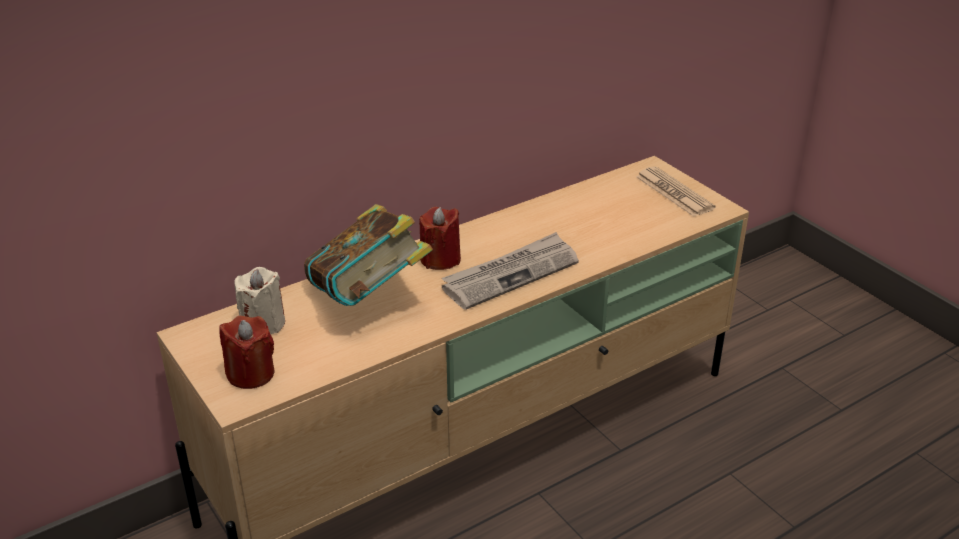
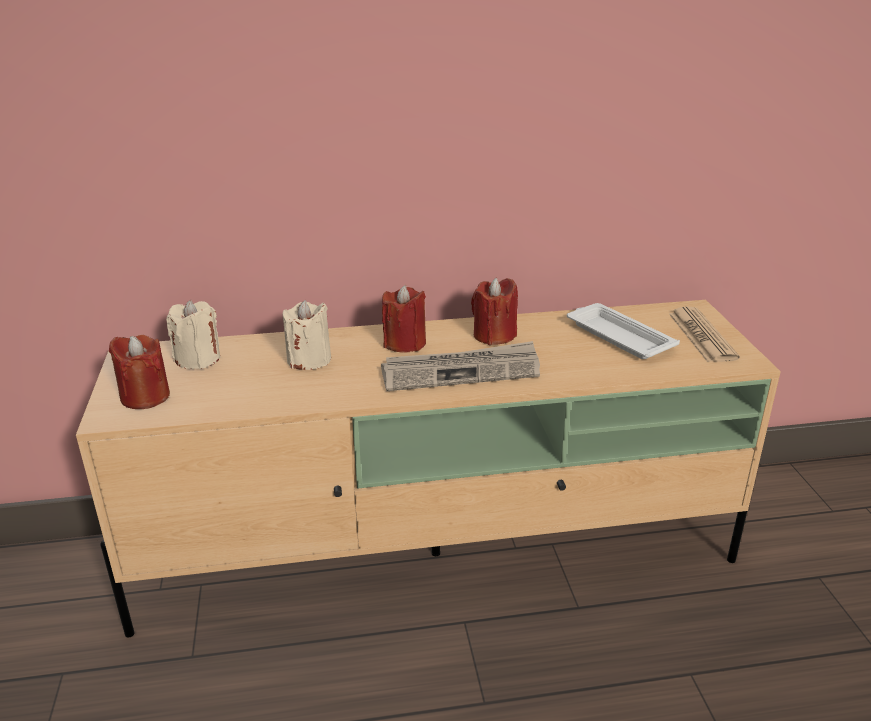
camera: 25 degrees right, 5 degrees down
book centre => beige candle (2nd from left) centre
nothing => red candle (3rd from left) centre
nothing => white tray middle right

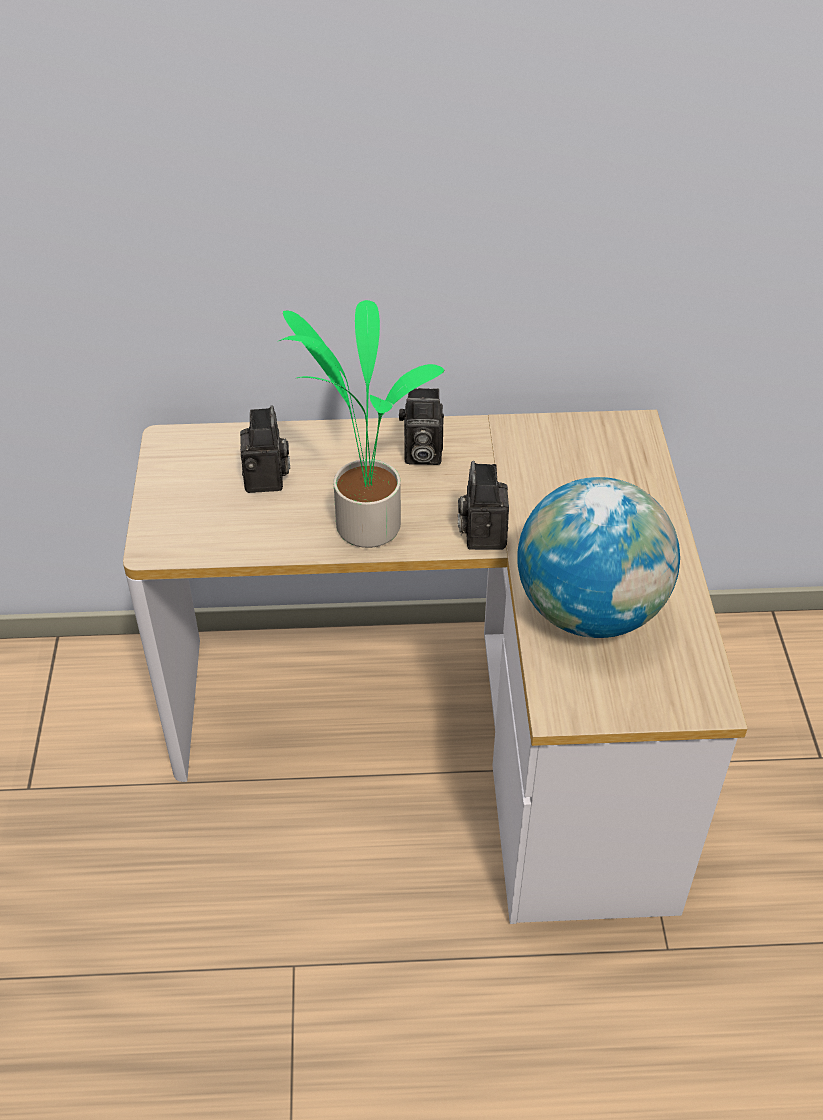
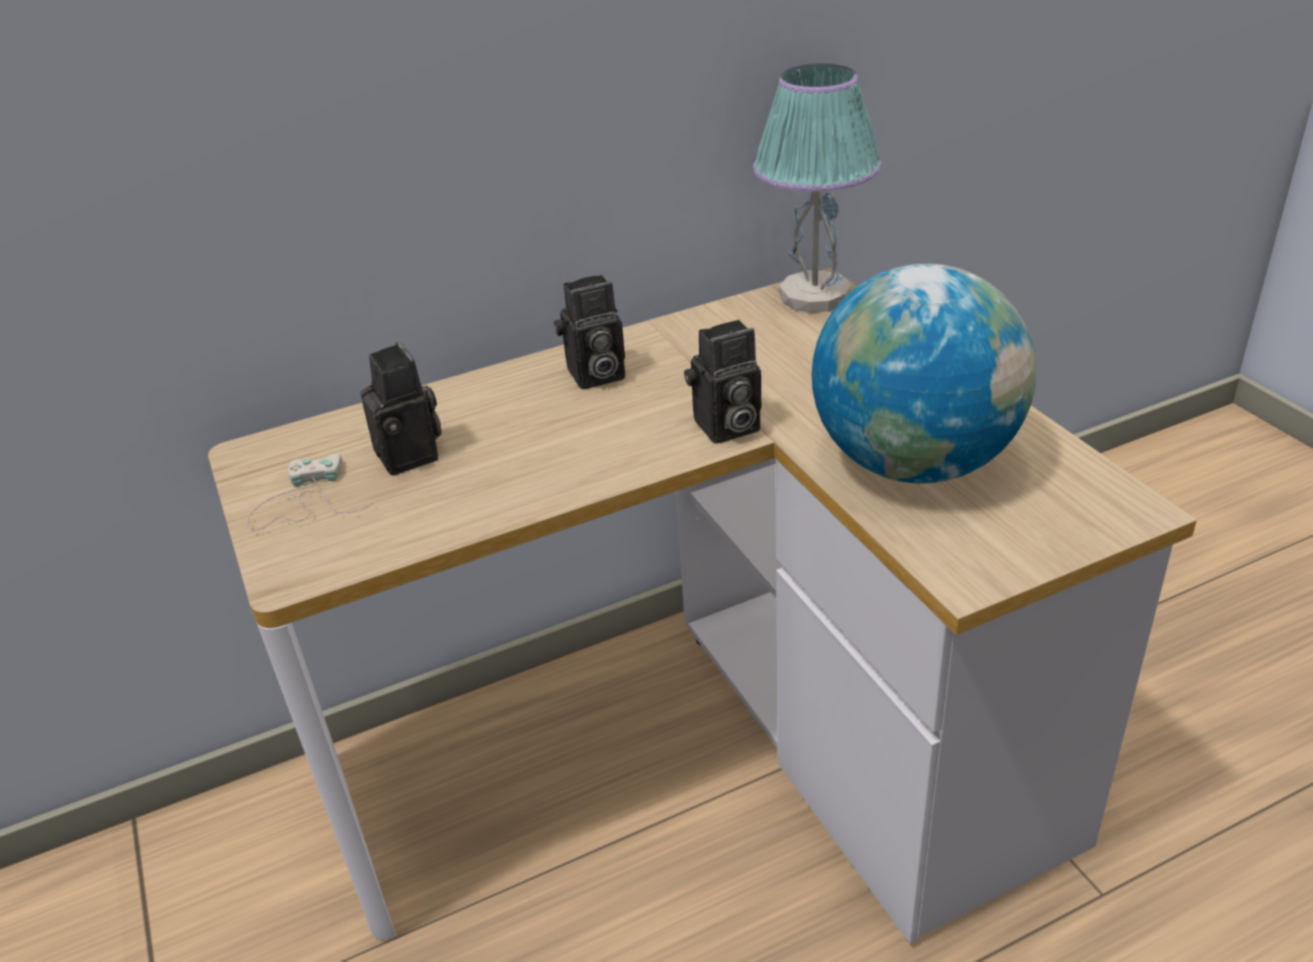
camera: 20 degrees left, 10 degrees down
nothing => white game controller middle left
photo camera (3rd from left) centre, 90 degrees counterclockwise
nothing => table lamp top centre
potted plant centre => nothing

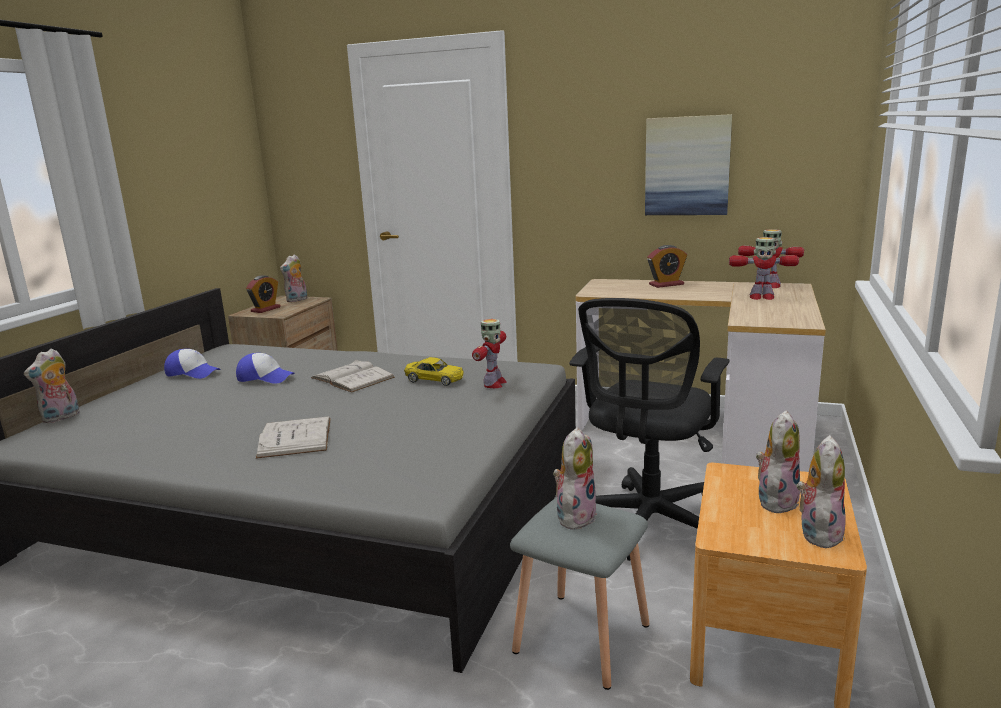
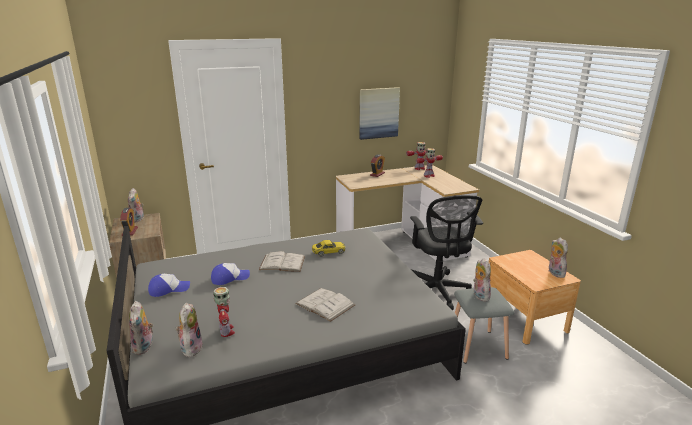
camera: 40 degrees left, 5 degrees up
plush toy (4th from left in the first image) middle right => plush toy (3rd from left) bottom left, move
toy robot (1st from left) centre => toy robot (1st from left) bottom left, move

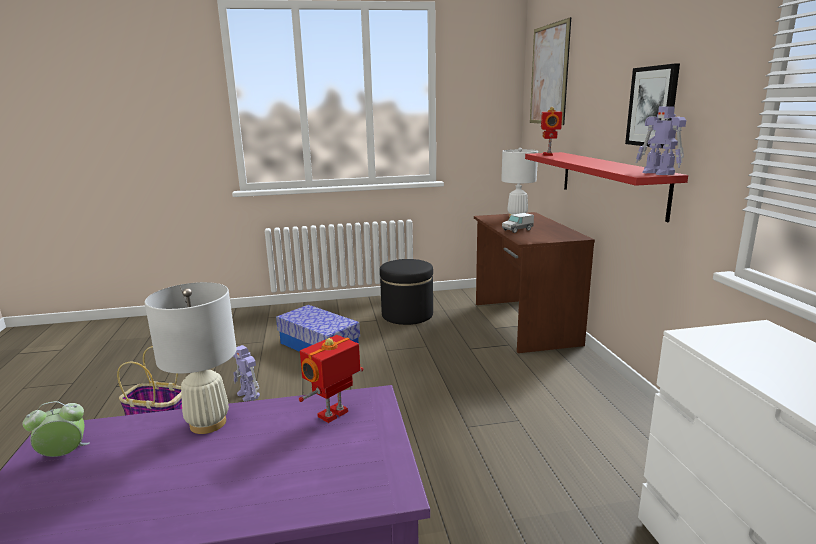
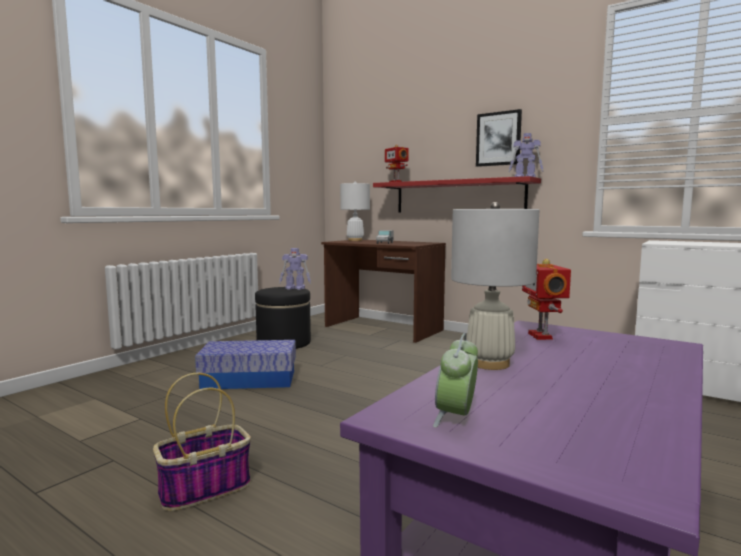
camera: 45 degrees left, 10 degrees down
toy robot (1st from left) bottom left => toy robot (1st from left) centre, move
picture (1st from left) top right => nothing

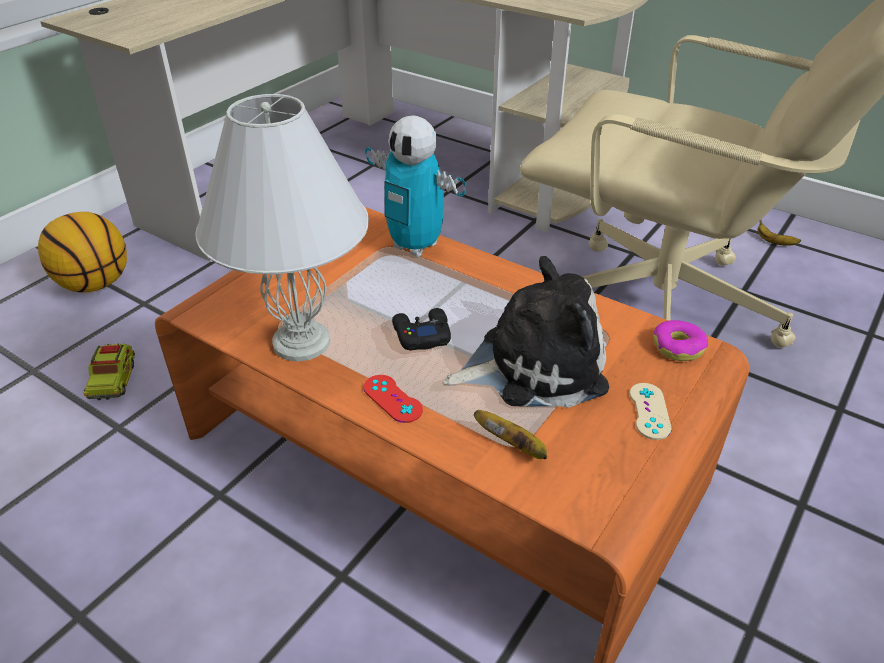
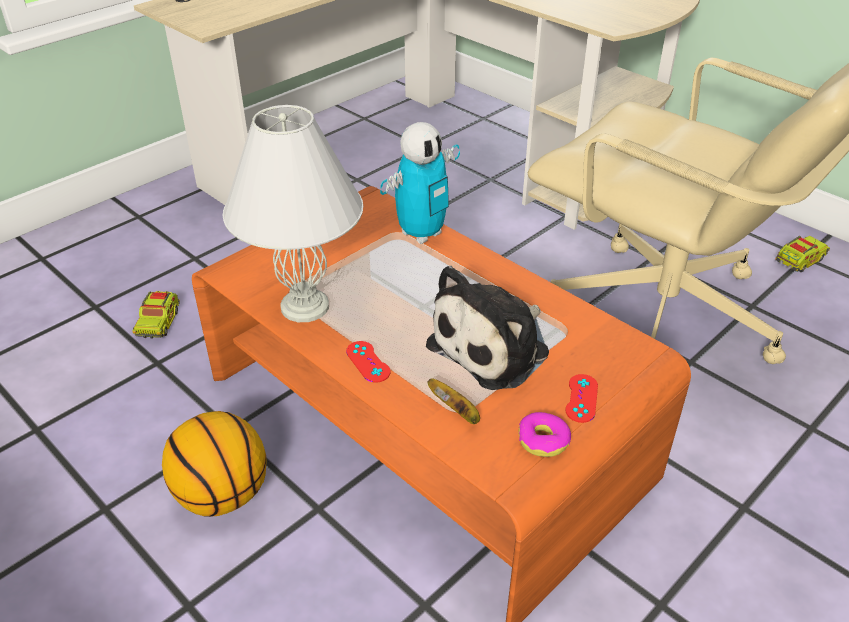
camera: 10 degrees right, 0 degrees up
basketball middle left => basketball bottom left, move
toy robot top centre, 90 degrees counterclockwise
plush toy centre, 135 degrees clockwise
donut middle right => donut bottom centre, move
beige game controller middle right => red game controller (2nd from left) middle right
banana (2nd from left) middle right => toy truck (2nd from left) middle right
black game controller centre => nothing

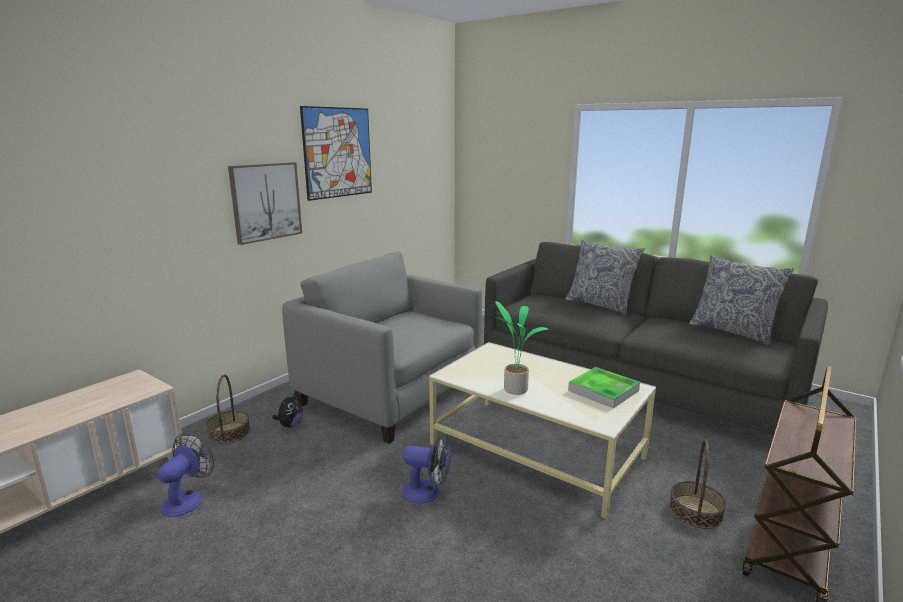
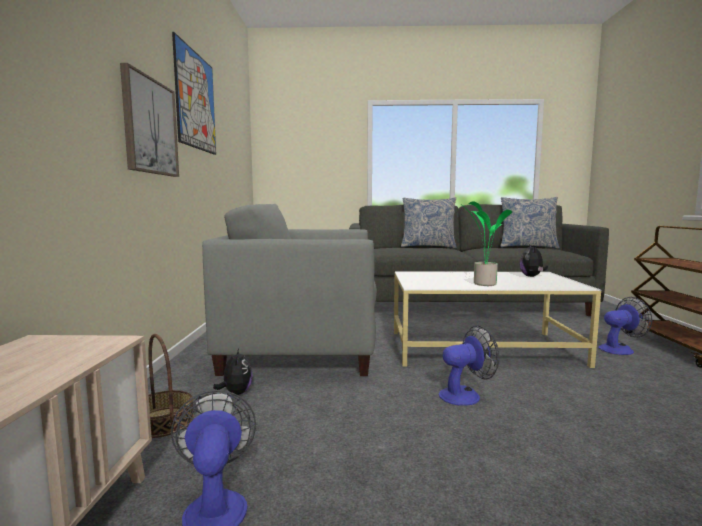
camera: 35 degrees left, 10 degrees down
tray middle right => plush toy (2nd from left) middle right
basket (2nd from left) bottom right => fan (3rd from left) middle right

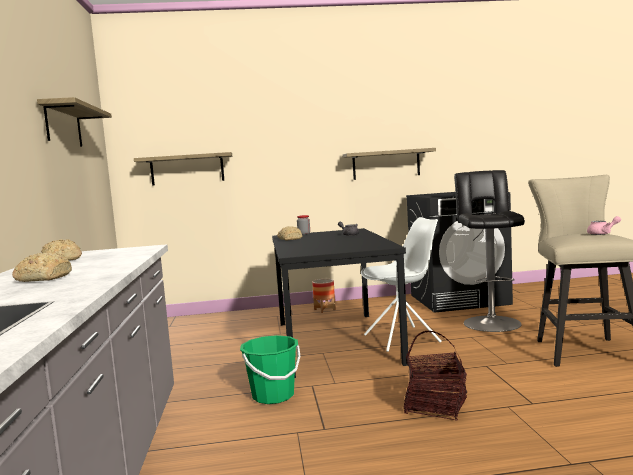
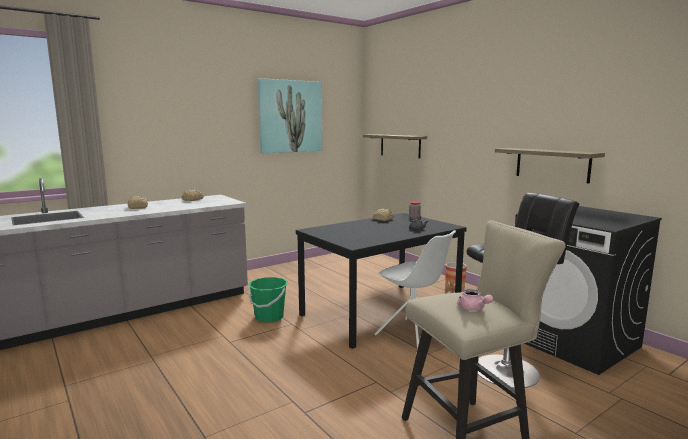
camera: 60 degrees right, 5 degrees up
shelf (1st from left) top left => picture top centre
basket bottom right => nothing

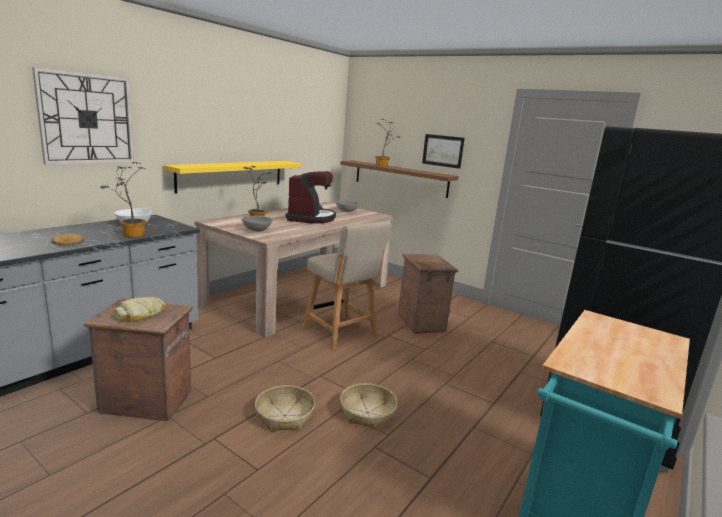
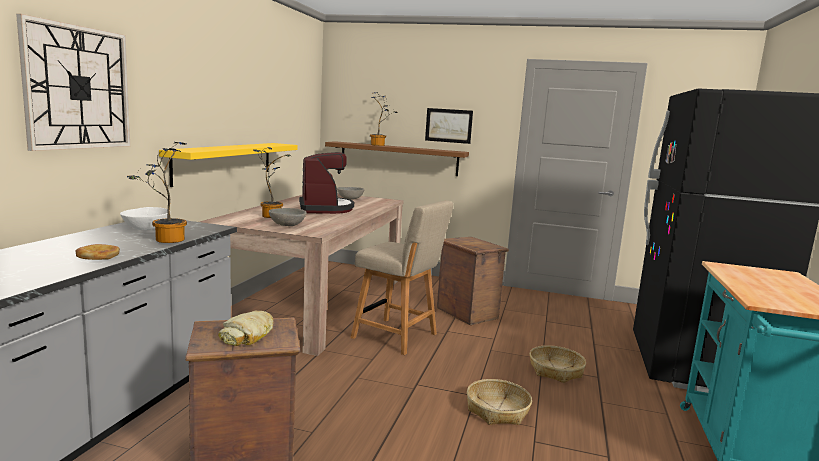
camera: 20 degrees left, 5 degrees down
basket (1st from left in the first image) bottom centre => basket (2nd from left) bottom right, move

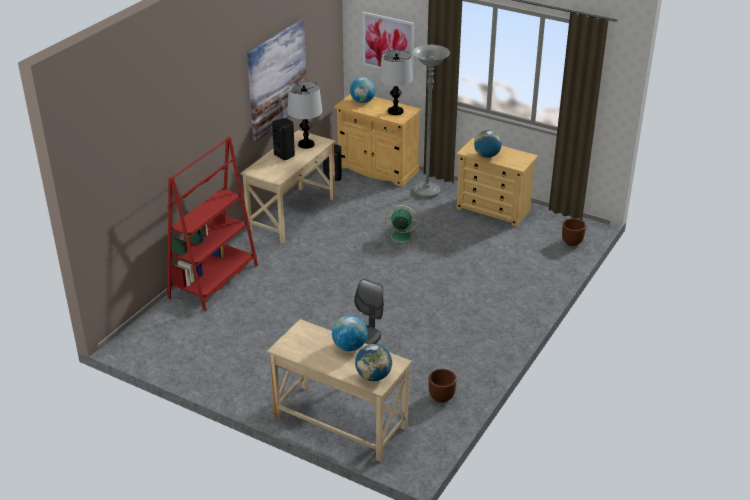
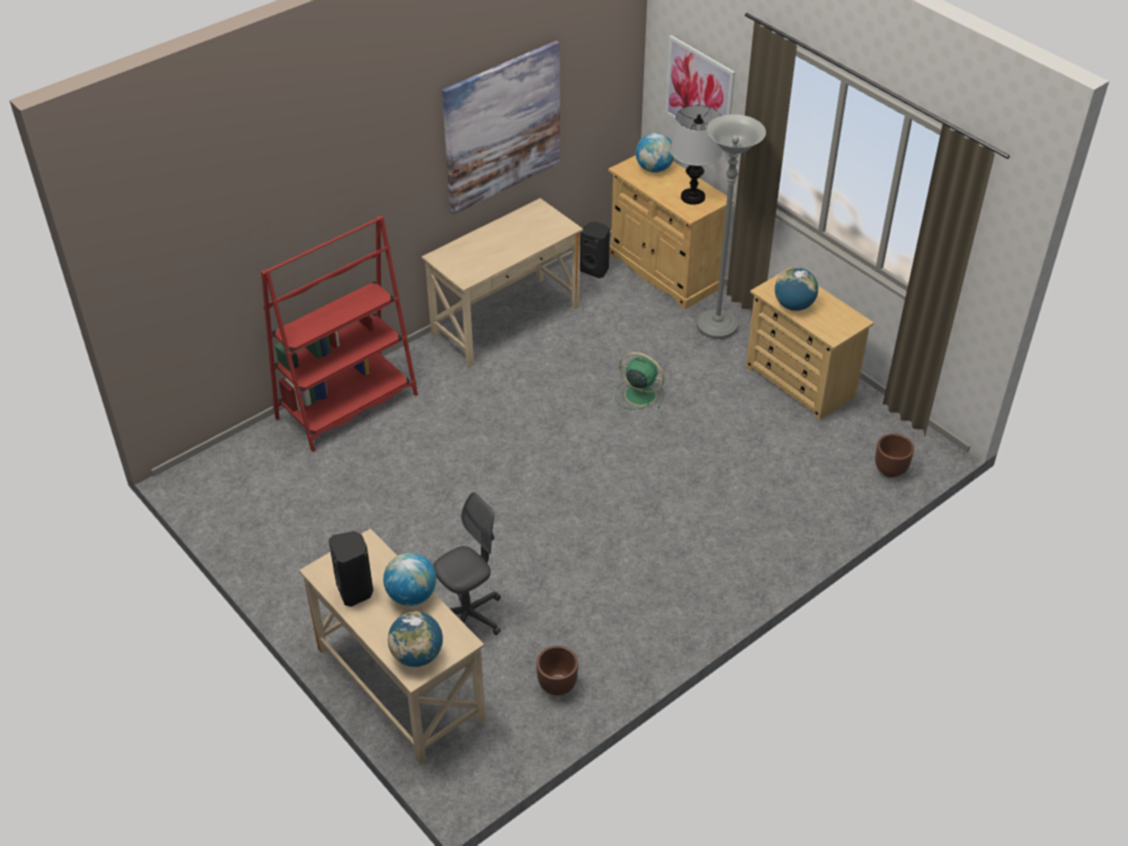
camera: 20 degrees right, 10 degrees up
black speaker (1st from left) top centre => black speaker (1st from left) bottom left, move
table lamp (1st from left) top centre => nothing

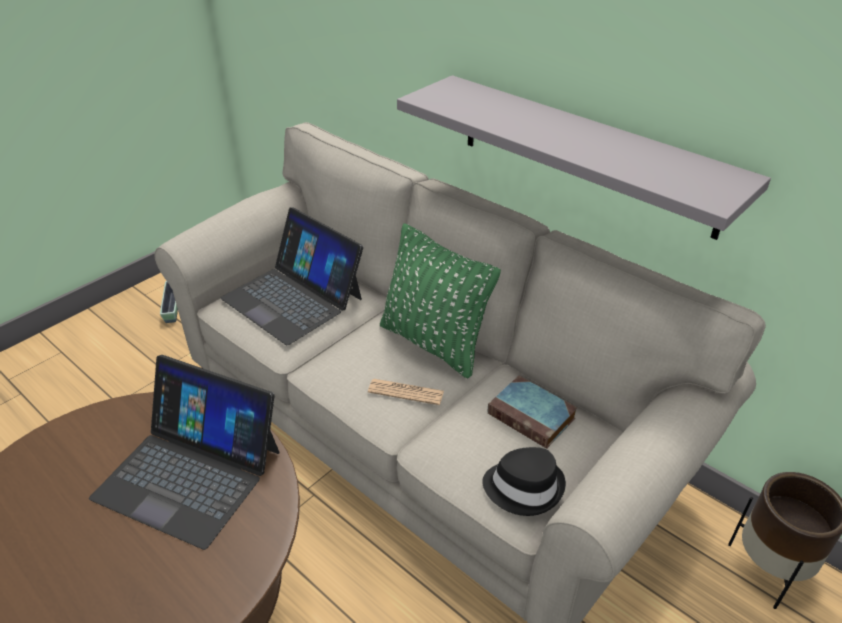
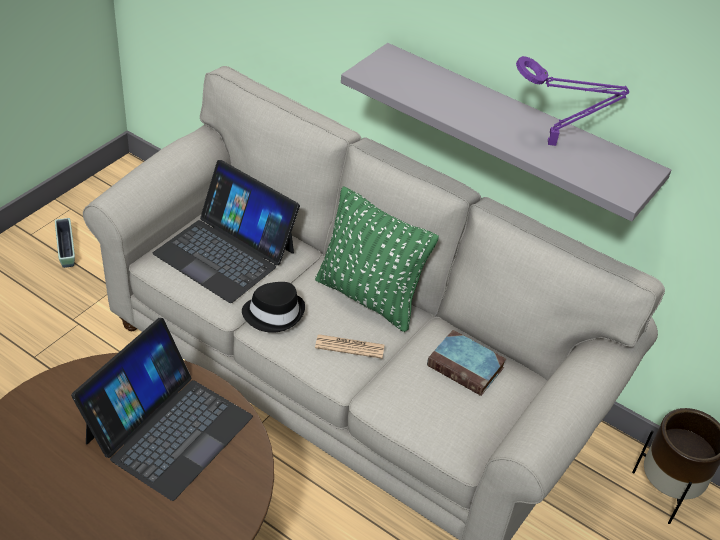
camera: 10 degrees left, 5 degrees up
laptop (1st from left) bottom left, 75 degrees counterclockwise
black hat bottom centre => black hat centre, move
nothing => purple table lamp top right

